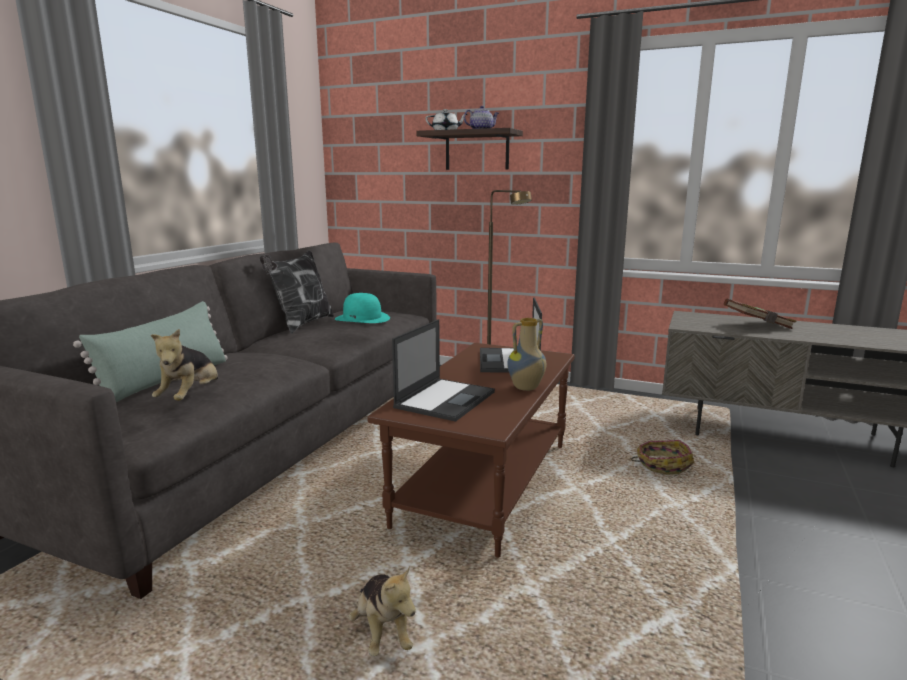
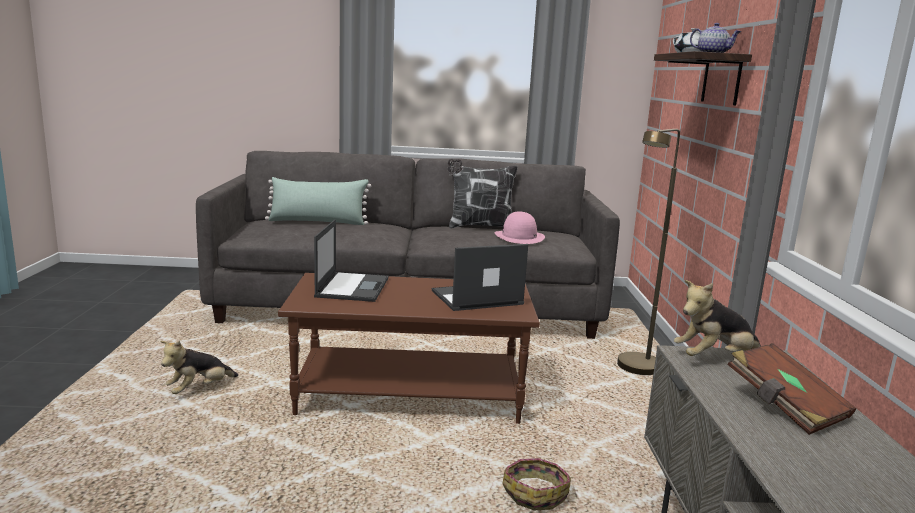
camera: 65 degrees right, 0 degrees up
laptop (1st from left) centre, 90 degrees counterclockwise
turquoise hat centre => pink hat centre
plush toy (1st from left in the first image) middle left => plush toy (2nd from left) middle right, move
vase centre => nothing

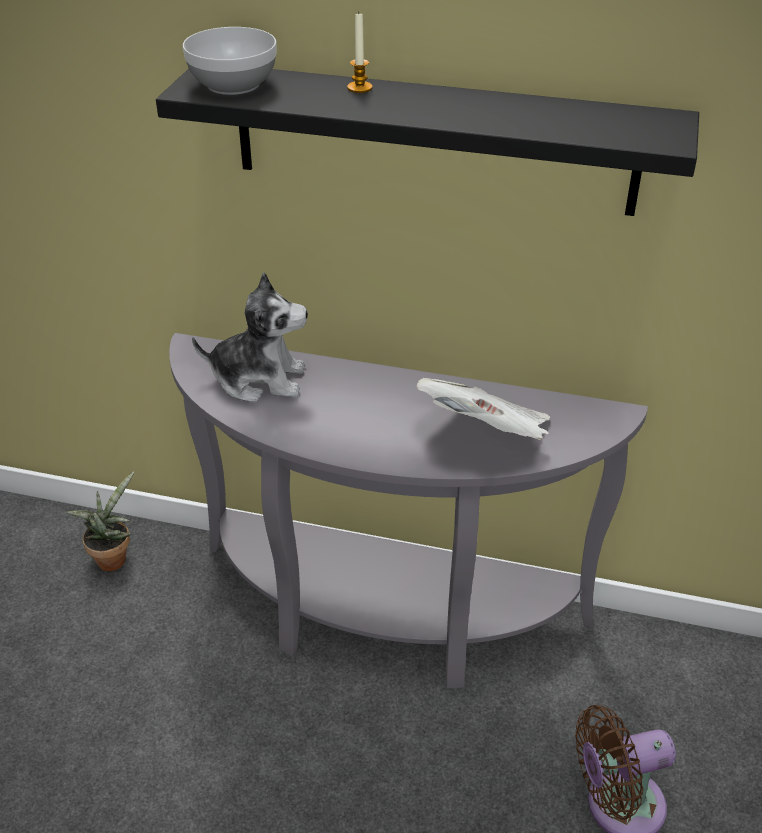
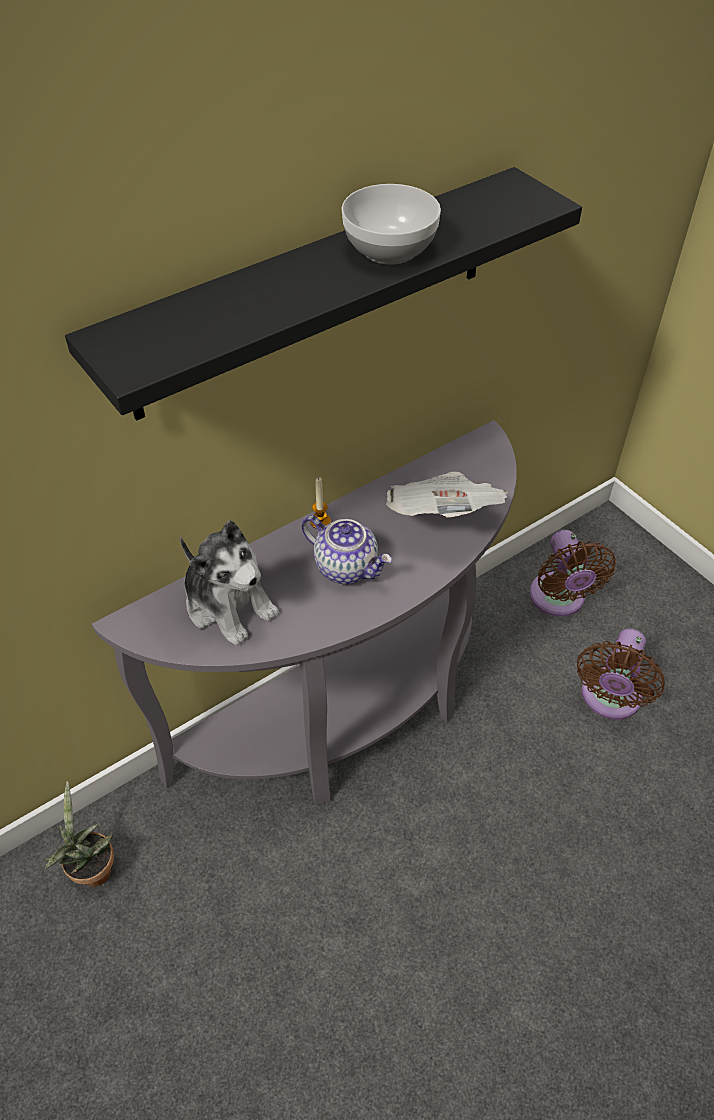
camera: 50 degrees left, 10 degrees up
plush toy middle left, 90 degrees clockwise
nothing => teapot centre
candle top centre => candle centre, move
bowl top left => bowl top centre, move
nothing => brown fan (1st from left) middle right

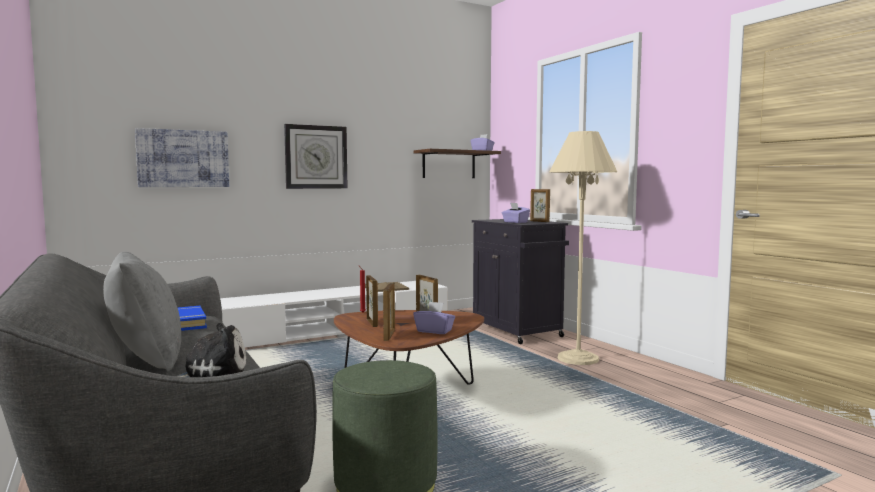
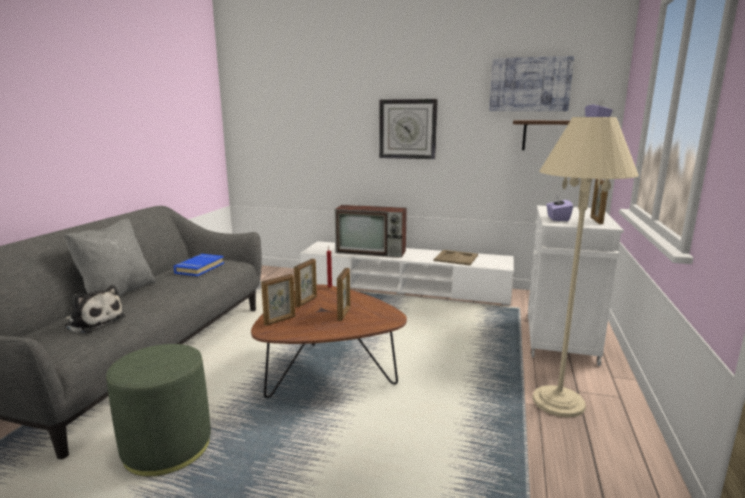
camera: 45 degrees right, 10 degrees up
nothing => television centre
picture top left => picture top right, move
black cabinet centre => white cabinet middle right
purple tissue box (1st from left) centre => nothing

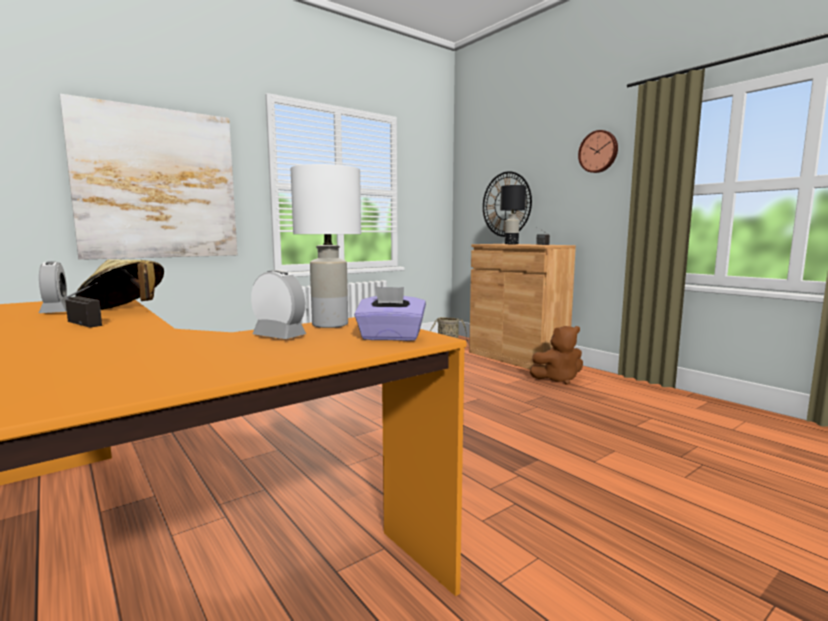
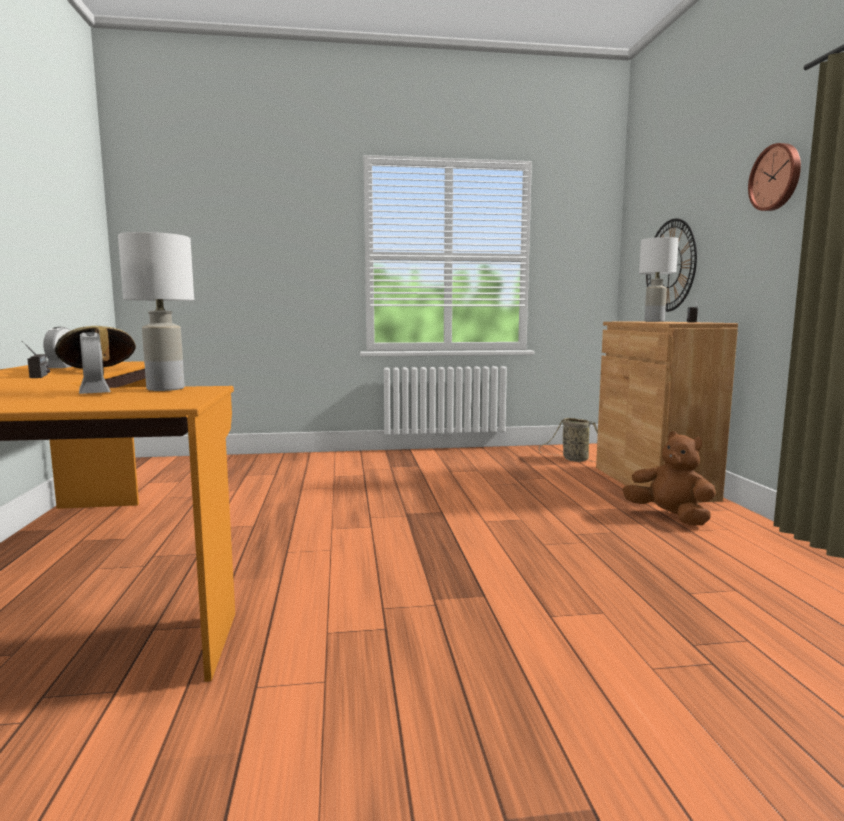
camera: 30 degrees right, 0 degrees up
brown plush toy middle right, 150 degrees counterclockwise
black table lamp centre => white table lamp (2nd from left) middle right
picture top left => nothing
purple tissue box centre => nothing

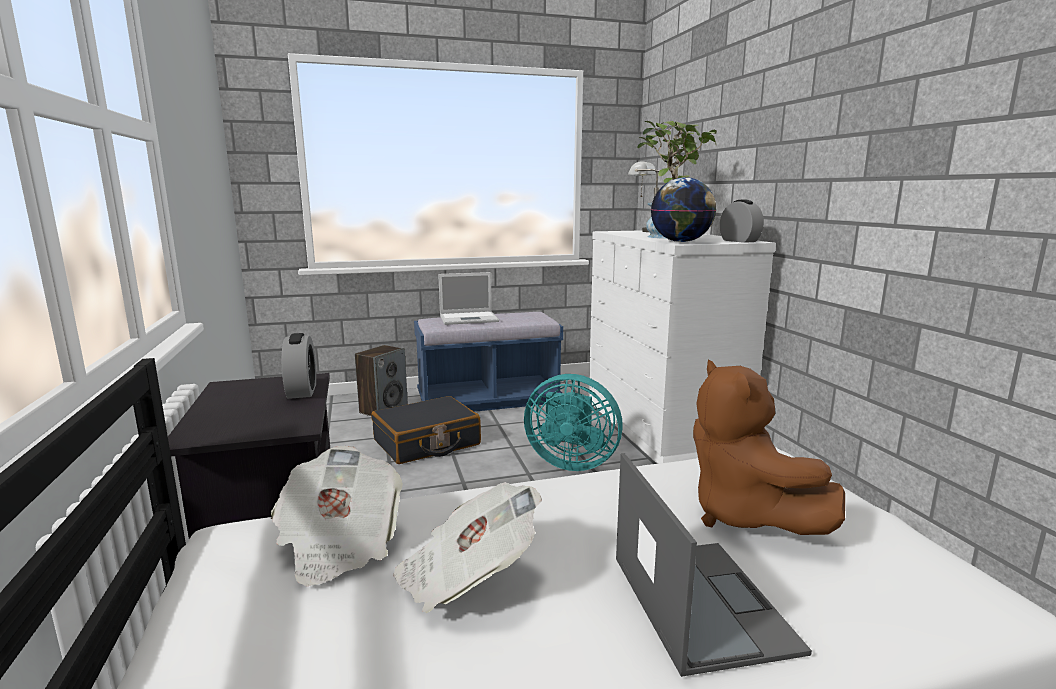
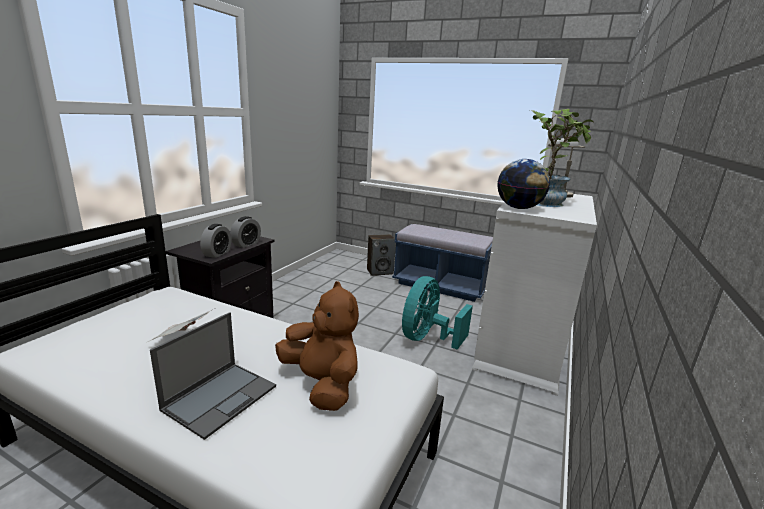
camera: 40 degrees right, 5 degrees up
alarm clock (2nd from left in the first image) top right => alarm clock (1st from left) middle left, move
brown plush toy middle right => brown plush toy bottom centre, 120 degrees clockwise
turquoise fan centre, 60 degrees clockwise
newspaper (1st from left) bottom left => nothing
black suitcase centre => nothing
laptop (1st from left) centre => nothing

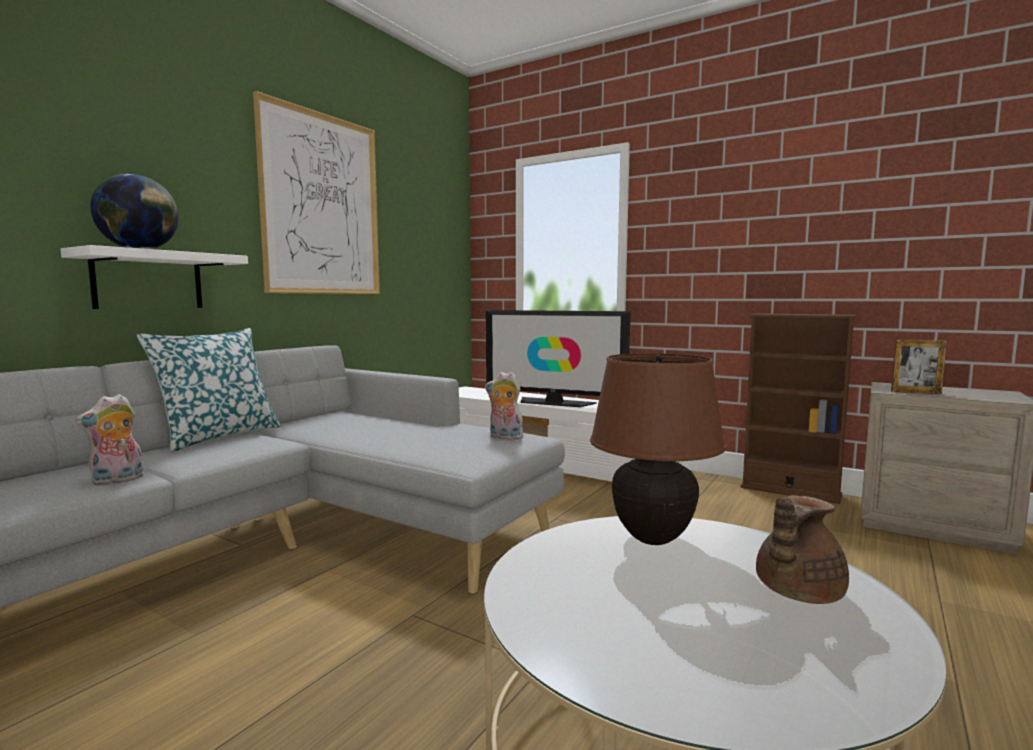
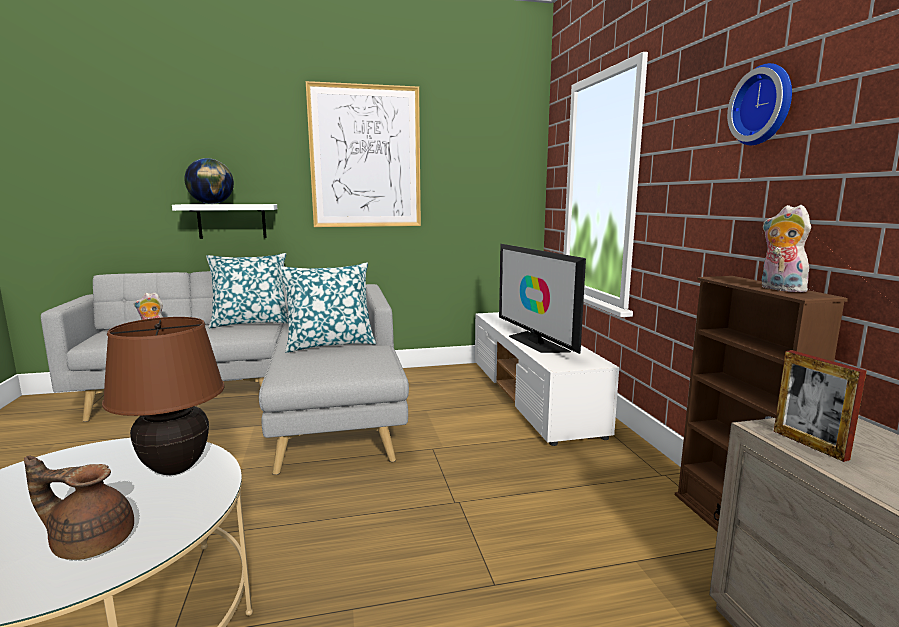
camera: 45 degrees right, 5 degrees up
nothing => pillow (2nd from left) centre
nothing => wall clock top right
plush toy (2nd from left) centre => plush toy (2nd from left) middle right, move

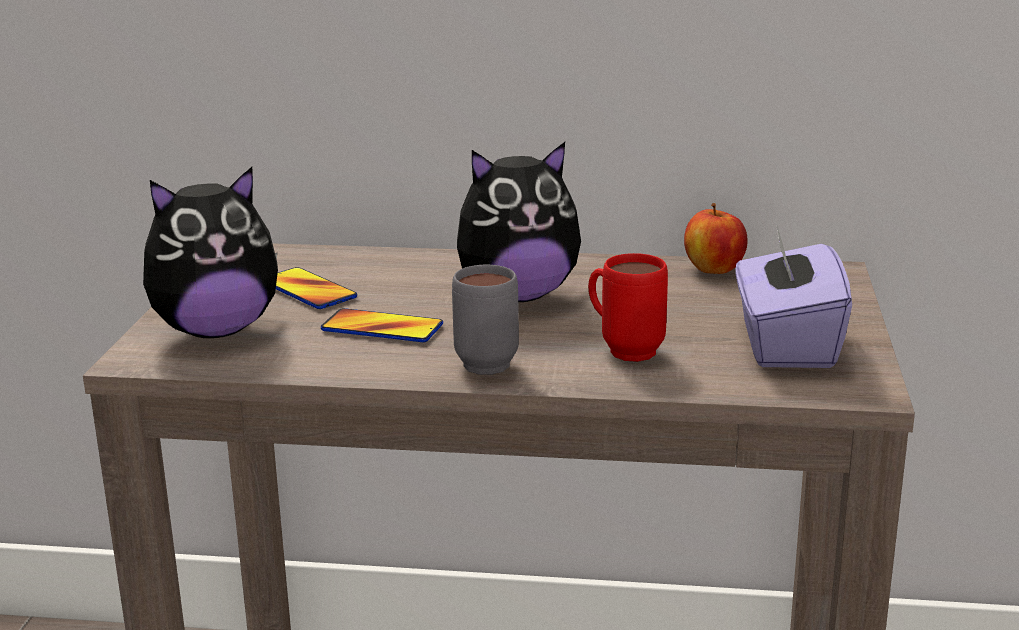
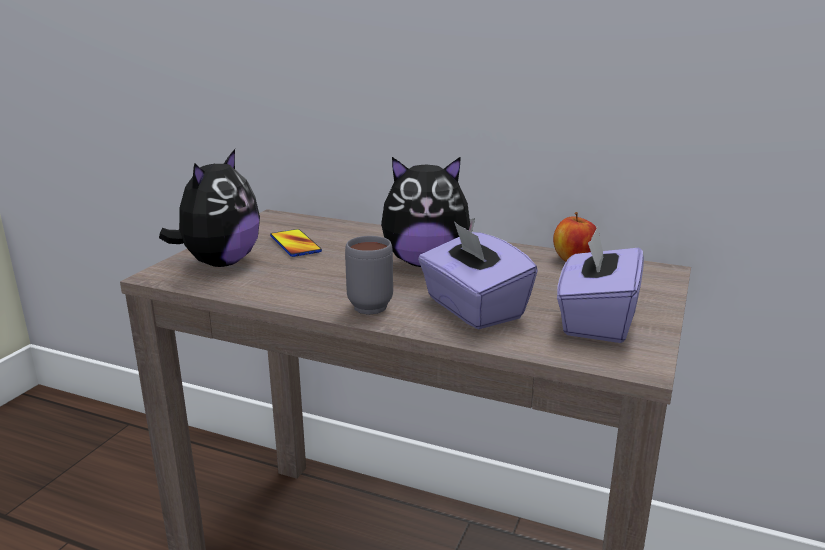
camera: 15 degrees right, 0 degrees up
plush toy (1st from left) middle left, 60 degrees counterclockwise
red mug centre => purple tissue box (1st from left) centre
phone (2nd from left) centre => nothing

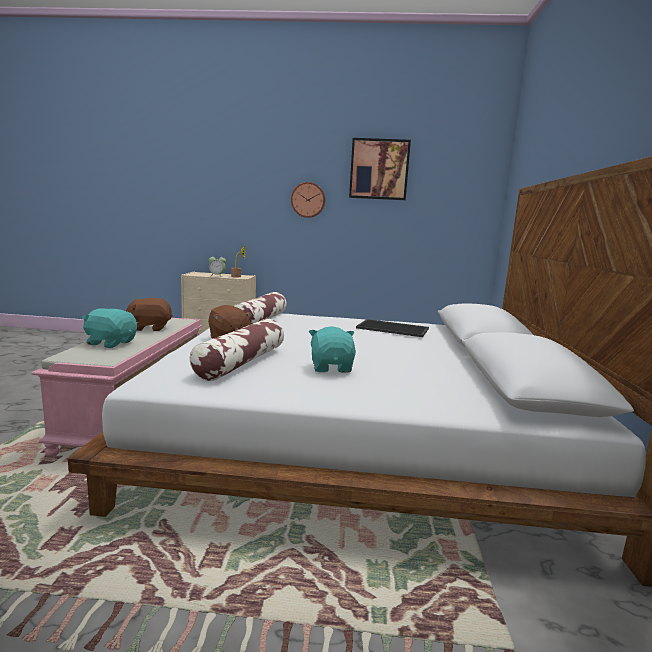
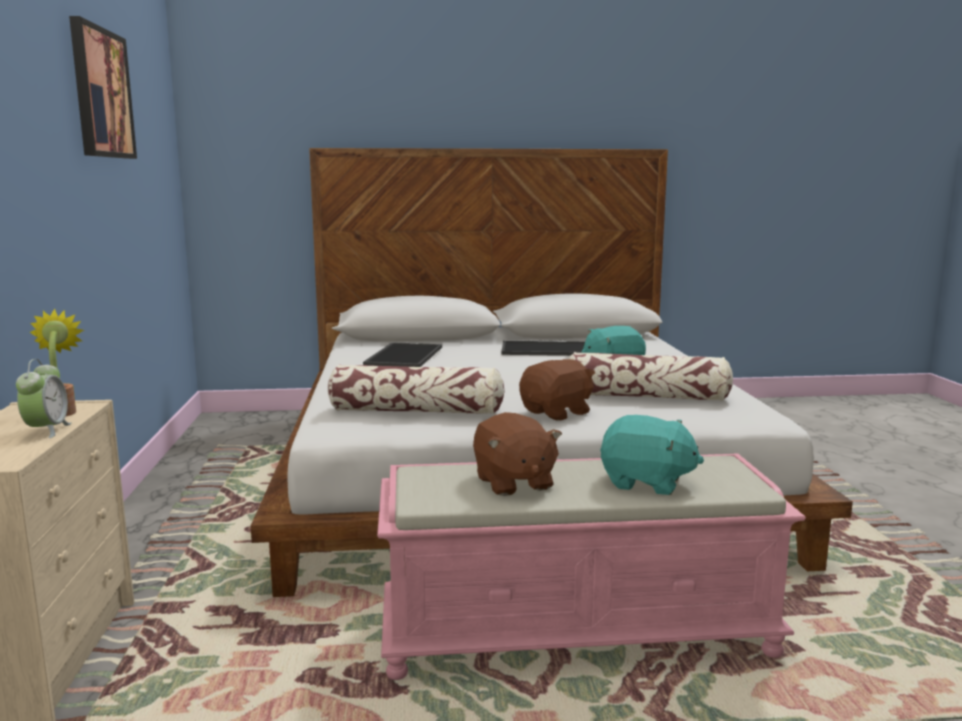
camera: 100 degrees left, 0 degrees up
nothing => tray (2nd from left) centre
turquoise plush toy (1st from left in the first image) middle left => turquoise plush toy (2nd from left) middle right, 75 degrees counterclockwise
wall clock top centre => nothing

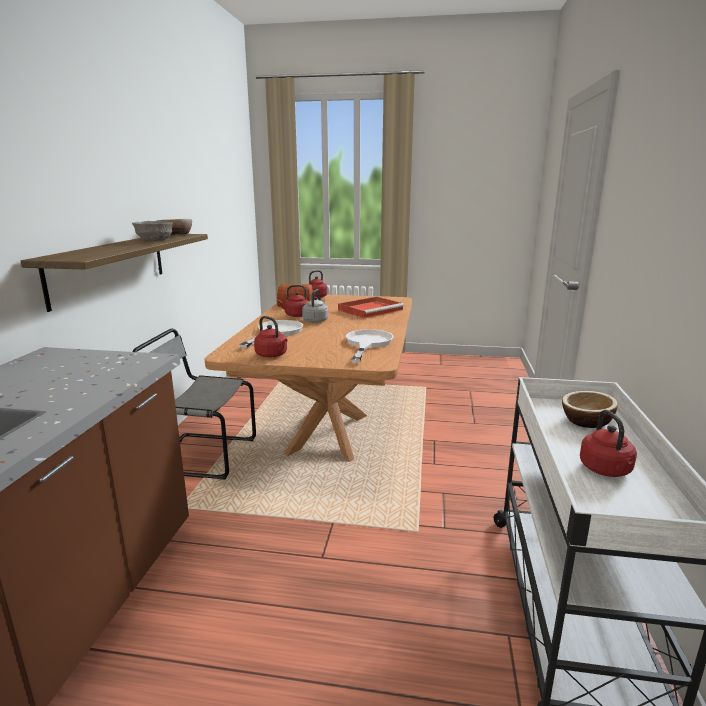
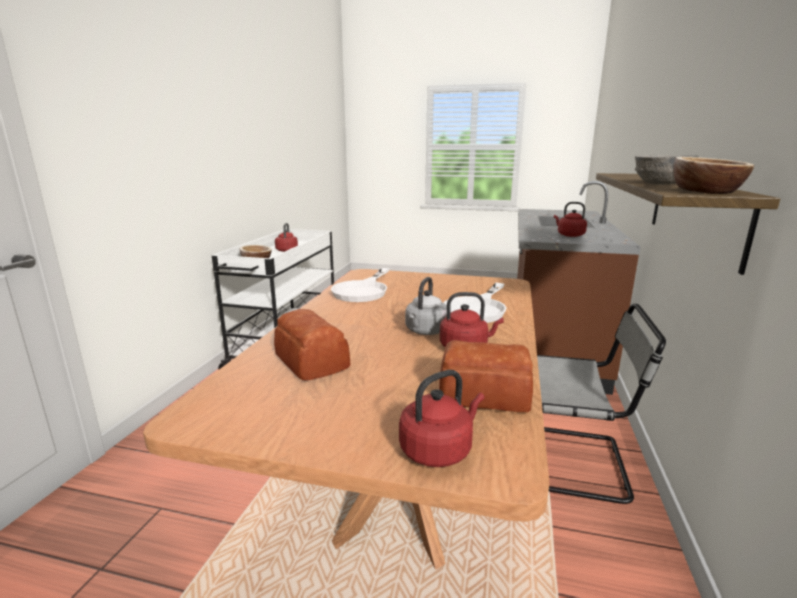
camera: 175 degrees left, 0 degrees up
red tray centre => bread (1st from left) centre
red kettle (1st from left in the first image) centre => red kettle (4th from left) middle right, move

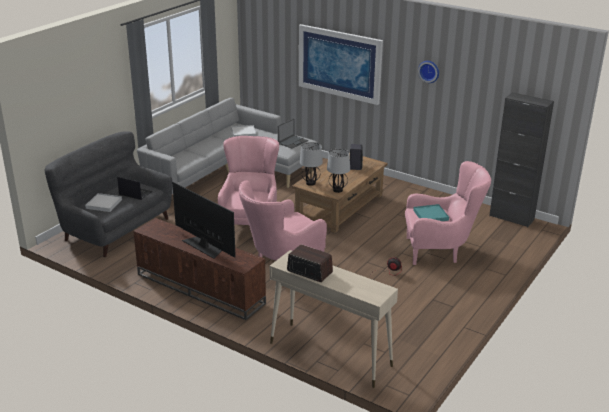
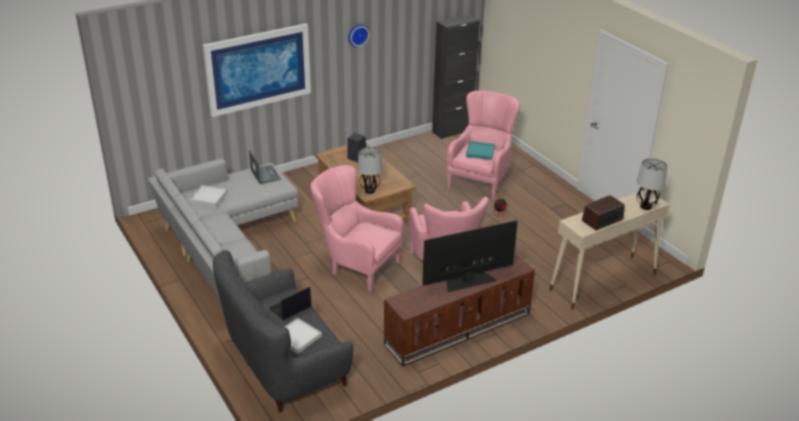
camera: 65 degrees left, 5 degrees up
table lamp (2nd from left) centre => table lamp (2nd from left) middle right, move

